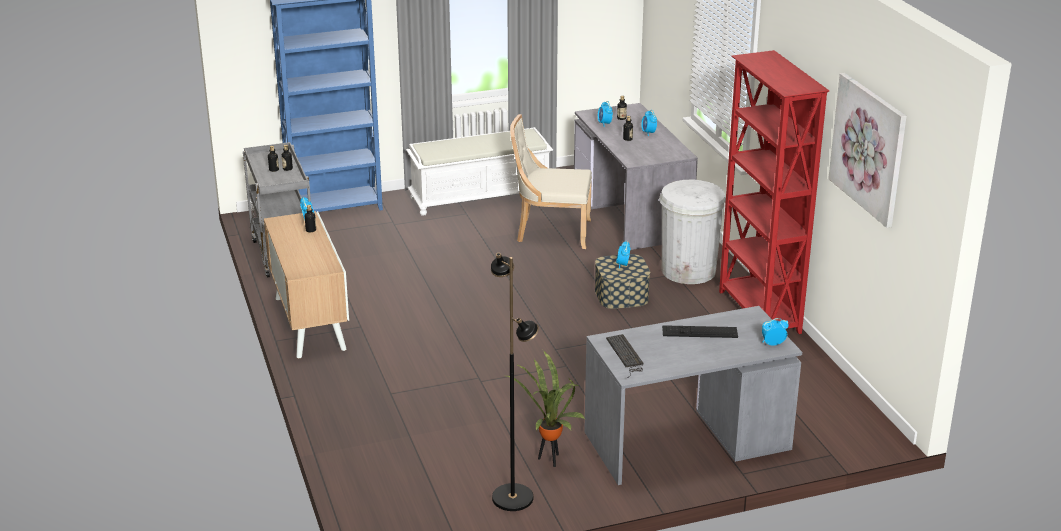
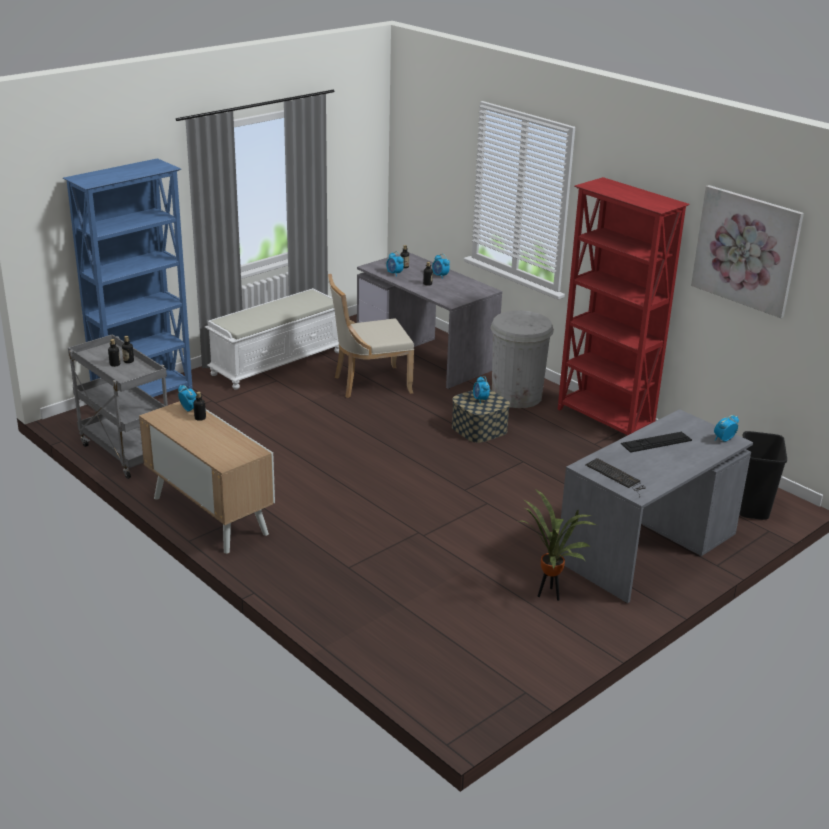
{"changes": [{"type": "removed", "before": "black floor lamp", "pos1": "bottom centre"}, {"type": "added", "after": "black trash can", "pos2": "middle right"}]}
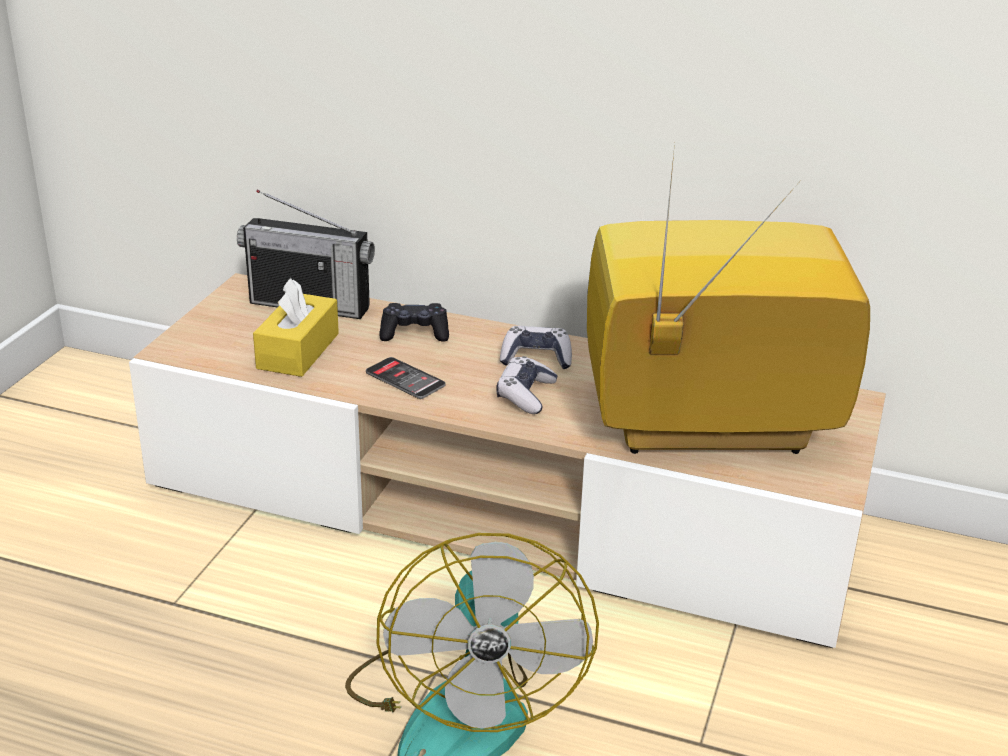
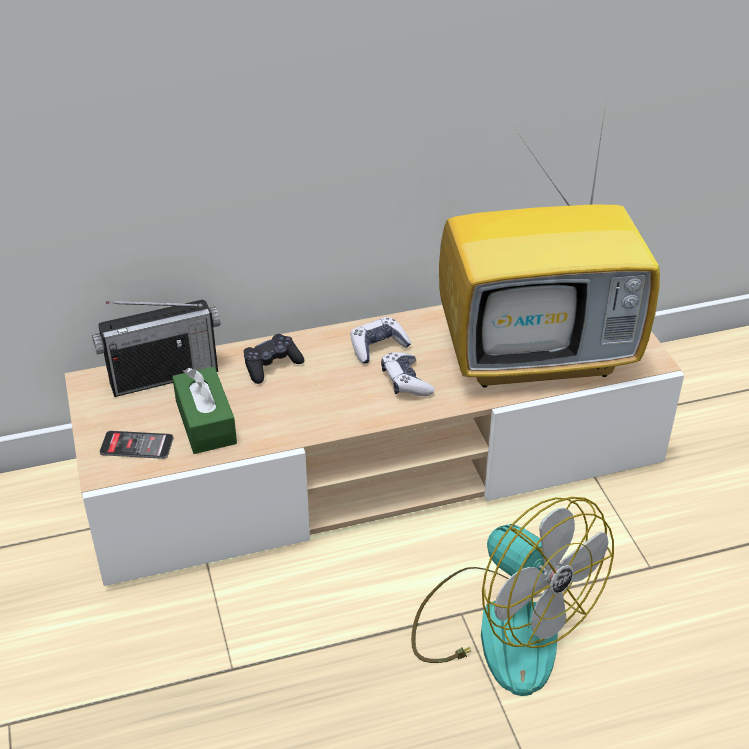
{"changes": [{"type": "recoloured", "before": "yellow tissue box", "after": "green tissue box", "pos1": "middle left", "pos2": "middle left"}, {"type": "moved", "before": "phone", "pos1": "centre", "pos2": "middle left"}, {"type": "turned", "before": "television", "pos1": "middle right", "pos2": "top right", "turn": -150}]}
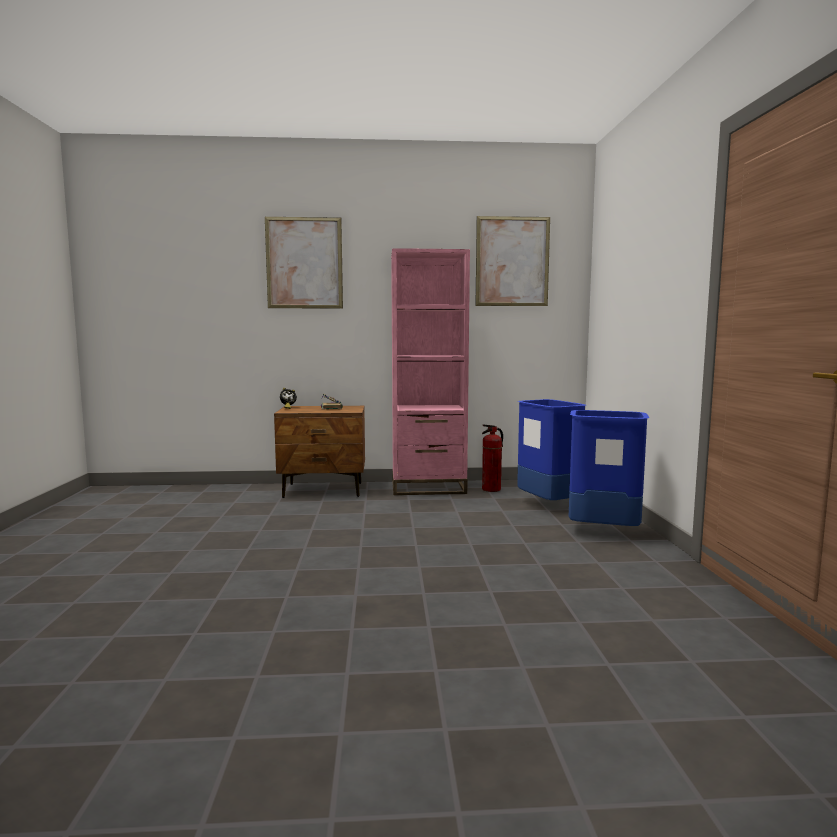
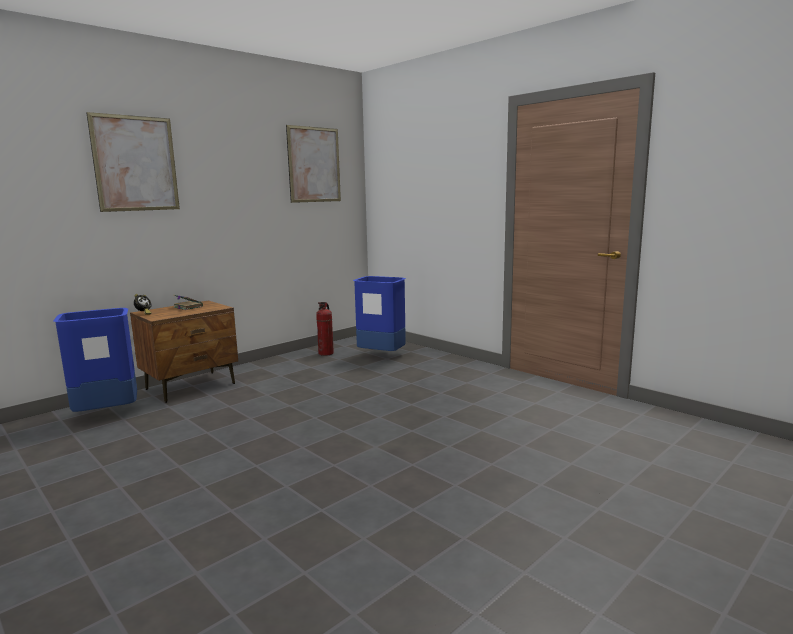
{"changes": [{"type": "removed", "before": "pink bookcase", "pos1": "centre"}, {"type": "moved", "before": "blue trash can (2nd from left in the first image)", "after": "blue trash can (1st from left)", "pos1": "middle right", "pos2": "middle left"}]}
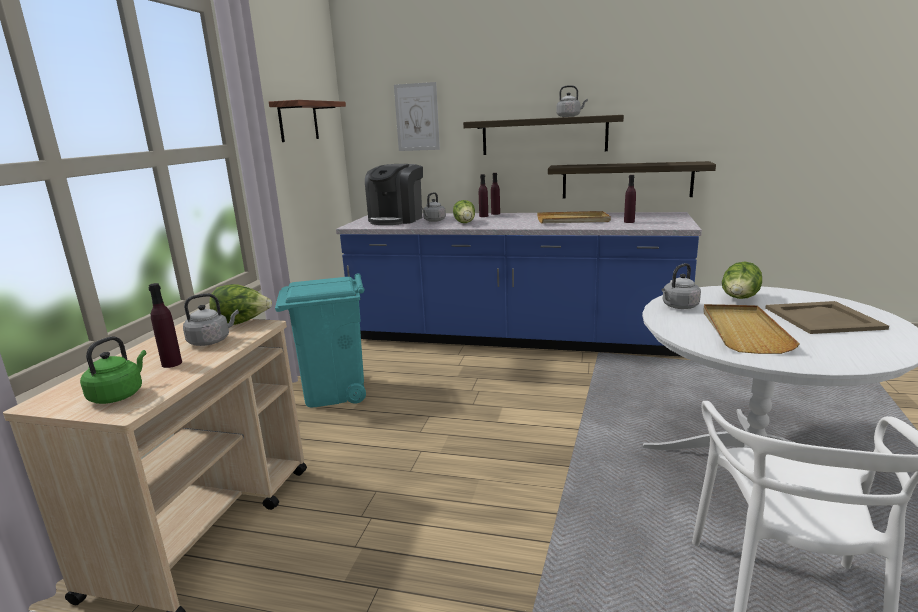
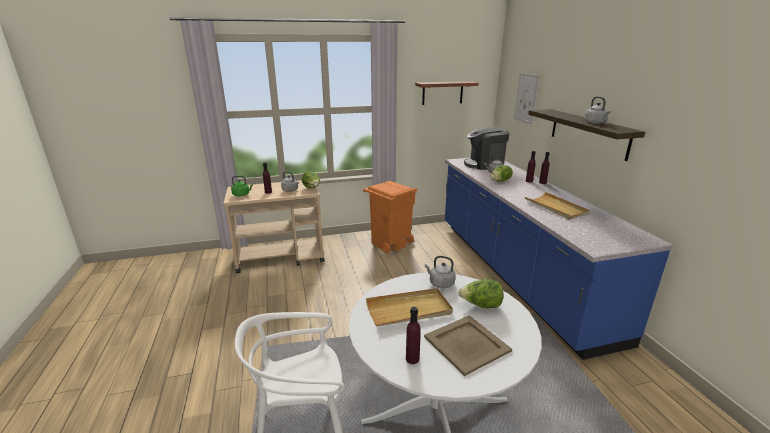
{"changes": [{"type": "recoloured", "before": "turquoise trash can", "after": "orange trash can", "pos1": "centre", "pos2": "centre"}, {"type": "removed", "before": "shelf (3rd from left)", "pos1": "top right"}, {"type": "moved", "before": "purple bottle (4th from left in the first image)", "after": "purple bottle (2nd from left)", "pos1": "top right", "pos2": "bottom centre"}]}
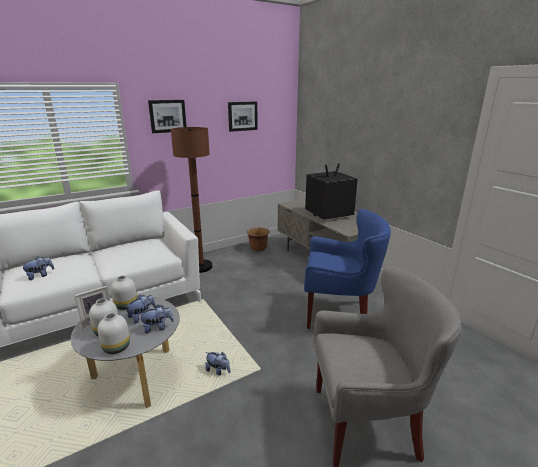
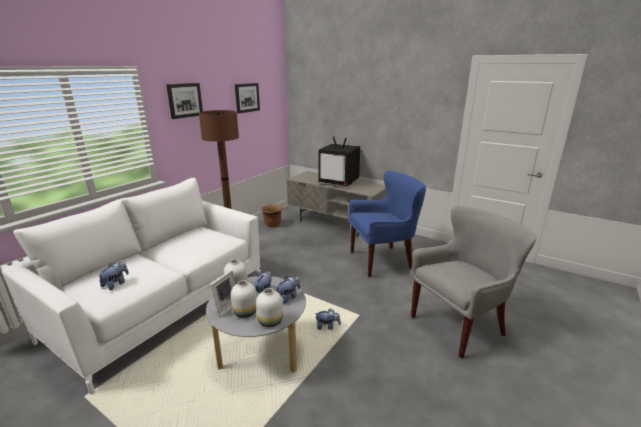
{"changes": [{"type": "turned", "before": "television", "pos1": "centre", "pos2": "centre", "turn": -105}]}
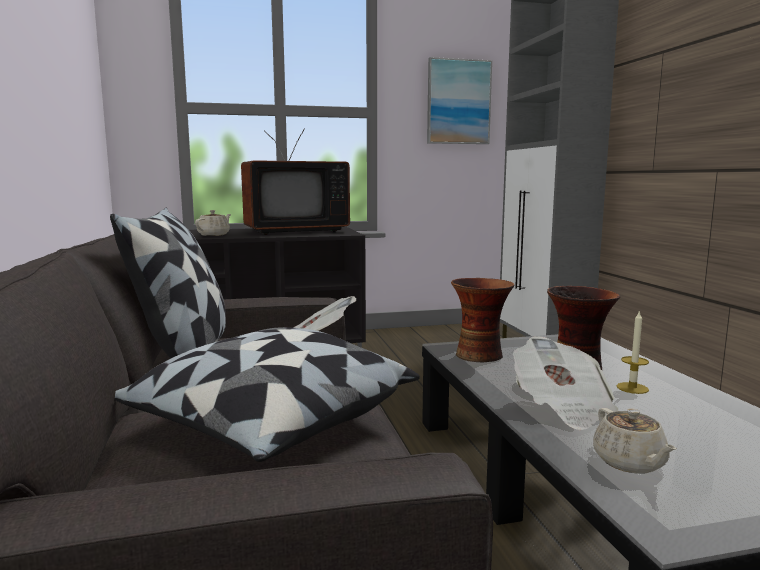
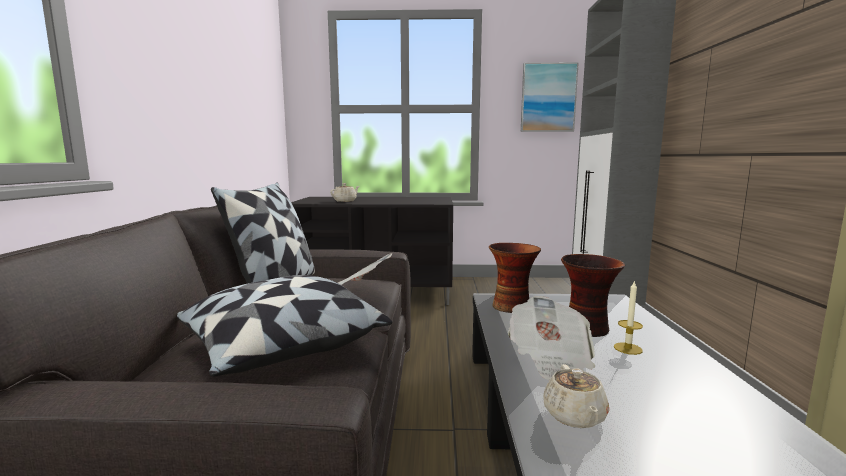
{"changes": [{"type": "removed", "before": "television", "pos1": "top centre"}]}
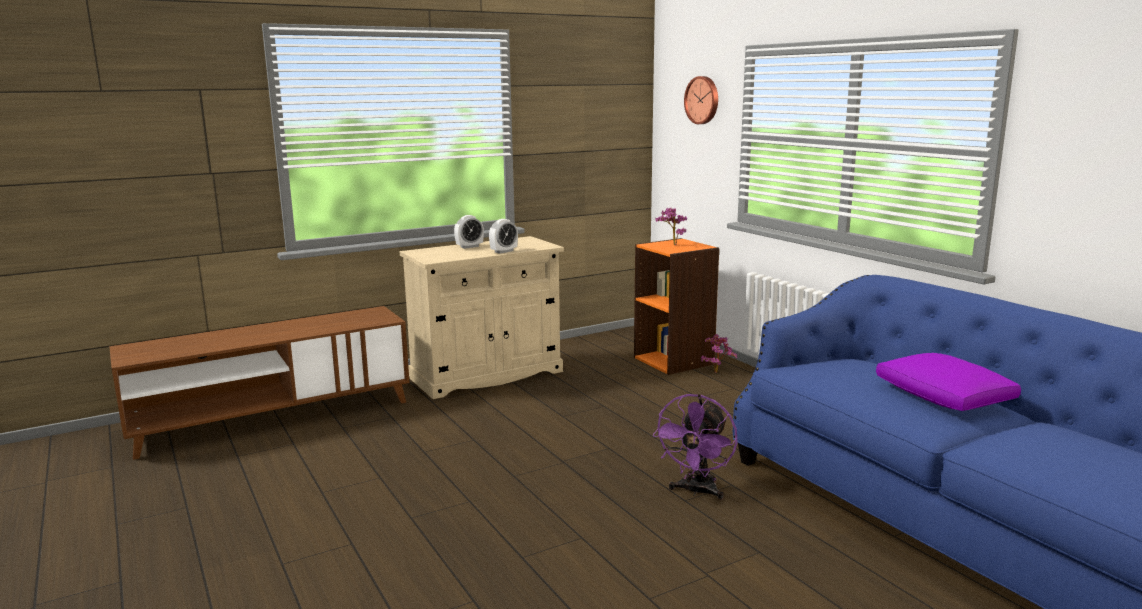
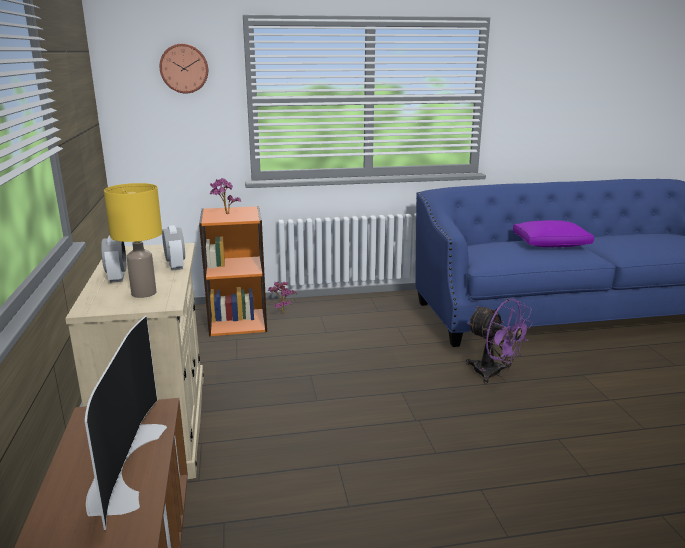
{"changes": [{"type": "added", "after": "television", "pos2": "bottom left"}, {"type": "added", "after": "yellow table lamp", "pos2": "middle left"}]}
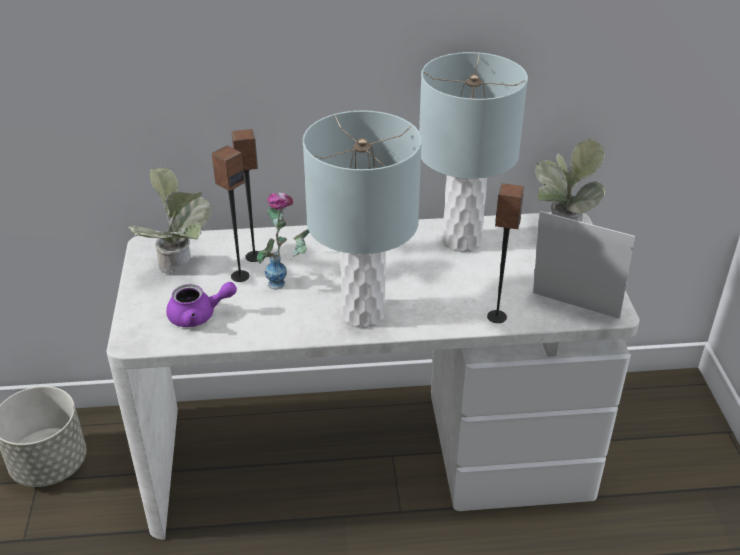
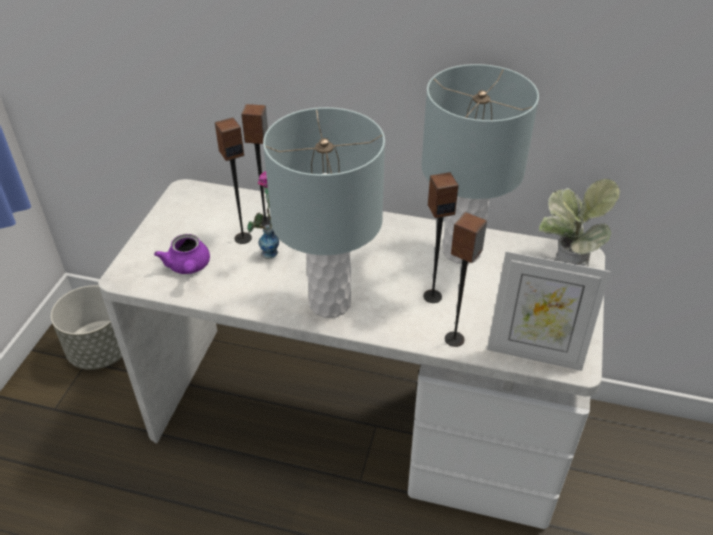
{"changes": [{"type": "removed", "before": "potted plant (1st from left)", "pos1": "middle left"}, {"type": "turned", "before": "purple teapot", "pos1": "middle left", "pos2": "middle left", "turn": 60}, {"type": "turned", "before": "picture frame", "pos1": "middle right", "pos2": "middle right", "turn": 150}, {"type": "added", "after": "speaker (3rd from left)", "pos2": "centre"}]}
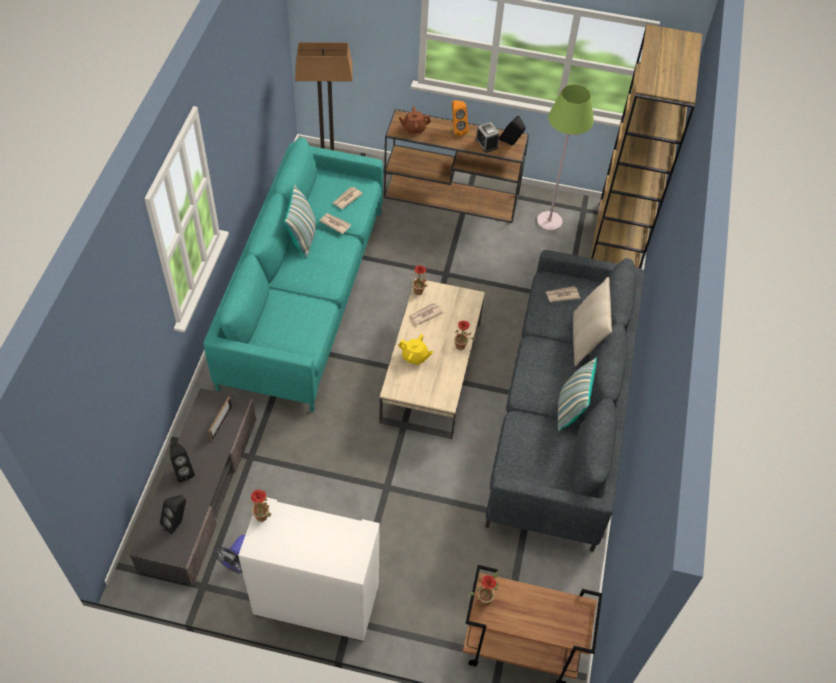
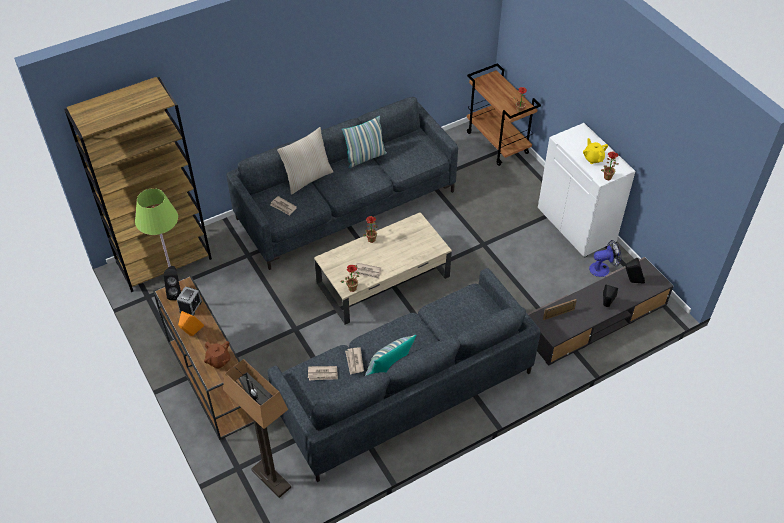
{"changes": [{"type": "recoloured", "before": "turquoise sofa", "after": "grey sofa (2nd from left)", "pos1": "centre", "pos2": "bottom centre"}, {"type": "moved", "before": "yellow teapot", "pos1": "centre", "pos2": "top right"}]}
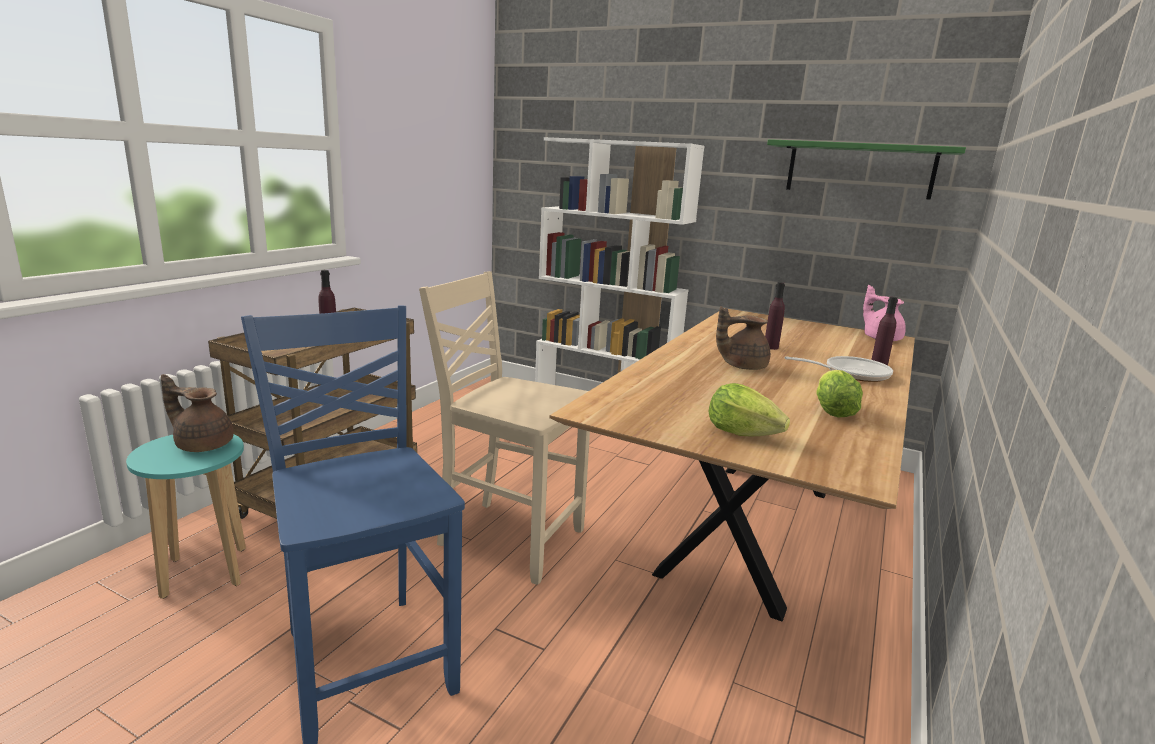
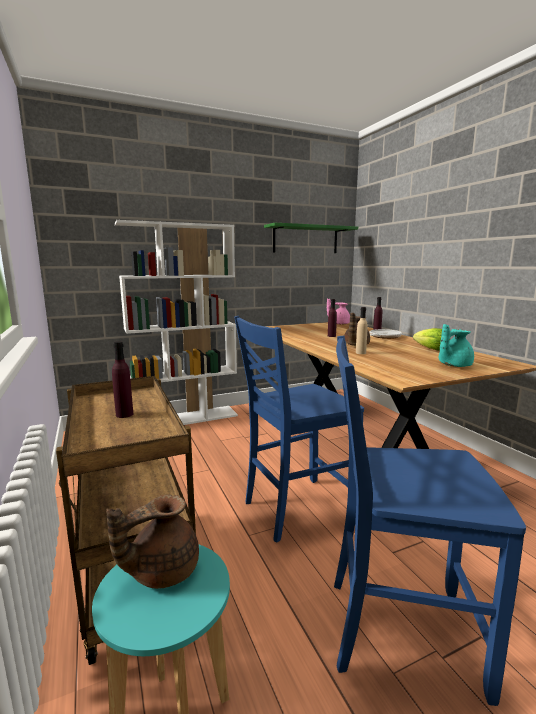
{"changes": [{"type": "recoloured", "before": "beige chair", "after": "blue chair (1st from left)", "pos1": "centre", "pos2": "centre"}, {"type": "replaced", "before": "lettuce (1st from left)", "after": "turquoise teapot", "pos1": "centre", "pos2": "middle right"}, {"type": "added", "after": "beige bottle", "pos2": "middle right"}]}
